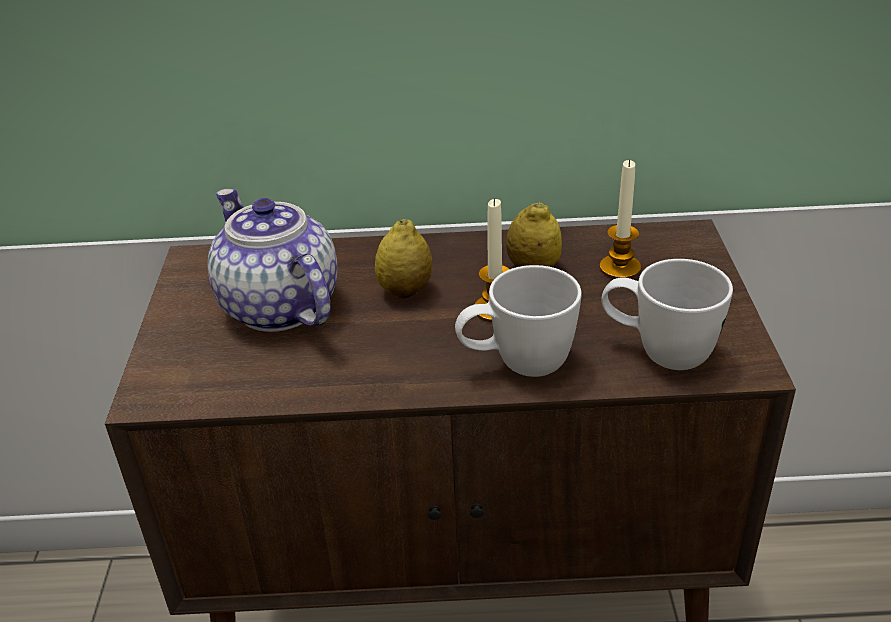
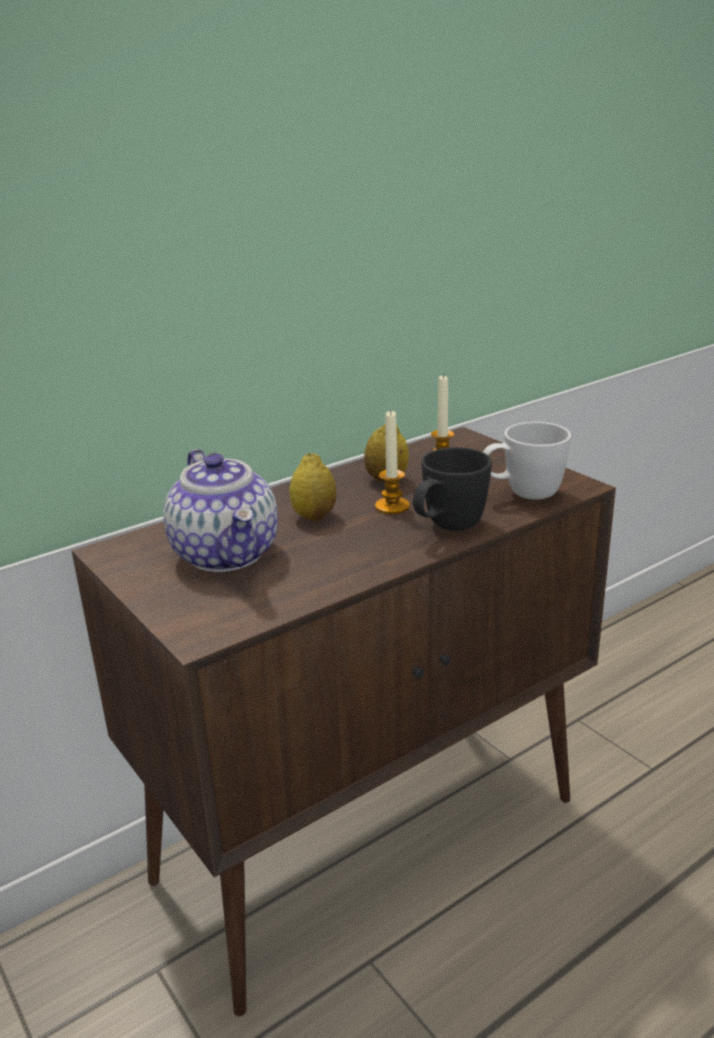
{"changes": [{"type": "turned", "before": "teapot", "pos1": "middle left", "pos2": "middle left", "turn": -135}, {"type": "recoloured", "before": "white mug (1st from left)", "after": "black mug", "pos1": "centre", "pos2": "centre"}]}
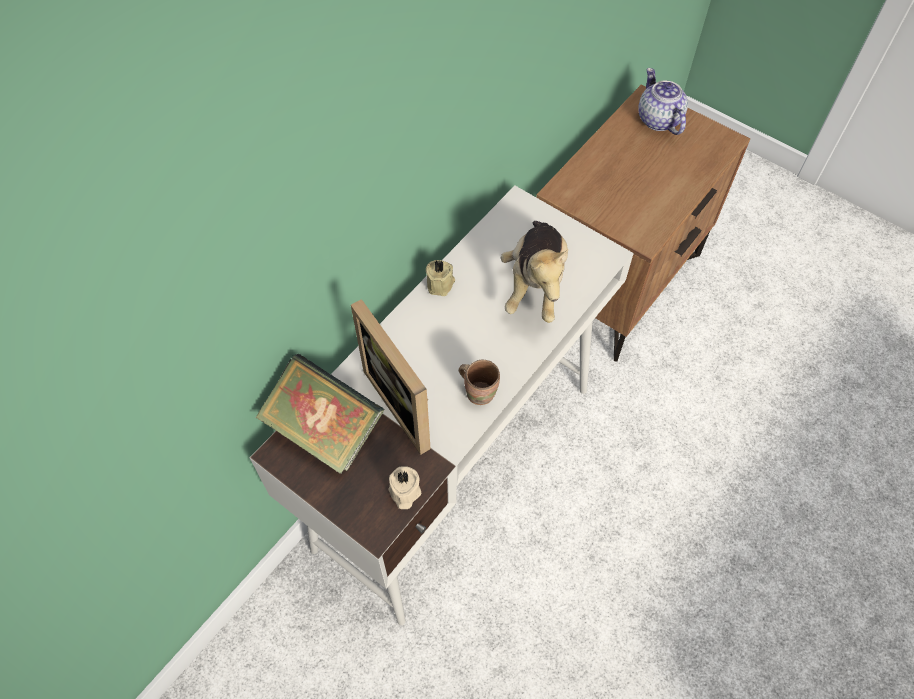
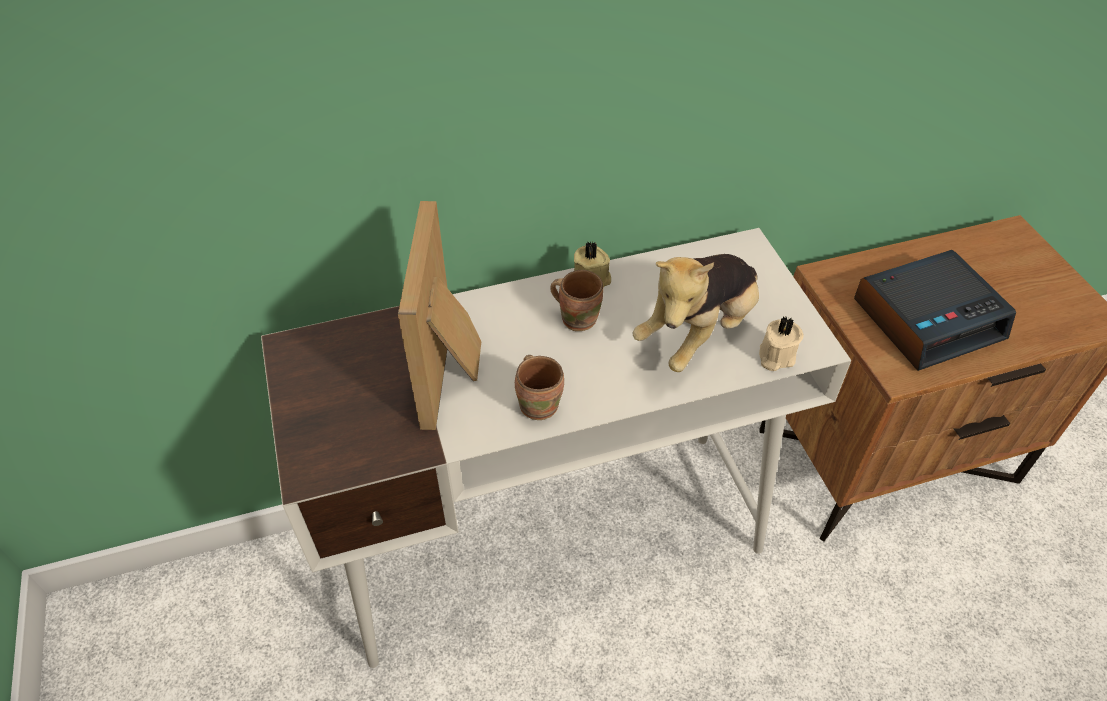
{"changes": [{"type": "removed", "before": "book", "pos1": "centre"}, {"type": "moved", "before": "beige candle (1st from left in the first image)", "after": "beige candle (2nd from left)", "pos1": "bottom centre", "pos2": "middle right"}, {"type": "removed", "before": "teapot", "pos1": "top right"}, {"type": "added", "after": "brown mug (2nd from left)", "pos2": "centre"}, {"type": "added", "after": "alarm clock", "pos2": "middle right"}]}
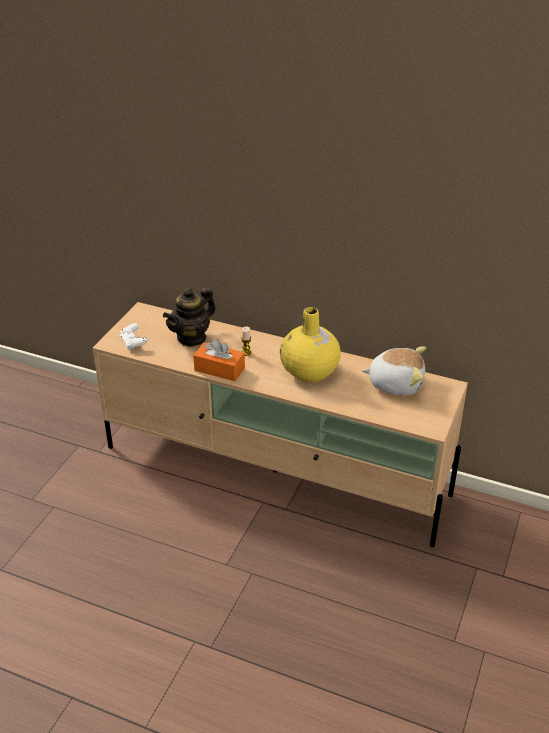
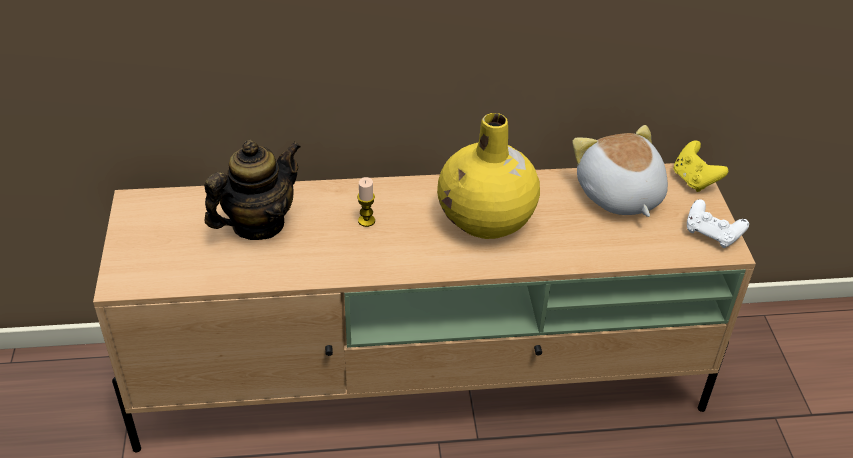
{"changes": [{"type": "moved", "before": "white game controller", "pos1": "middle left", "pos2": "middle right"}, {"type": "turned", "before": "teapot", "pos1": "centre", "pos2": "middle left", "turn": -150}, {"type": "removed", "before": "orange tissue box", "pos1": "centre"}, {"type": "turned", "before": "plush toy", "pos1": "middle right", "pos2": "middle right", "turn": -90}, {"type": "added", "after": "yellow game controller", "pos2": "middle right"}]}
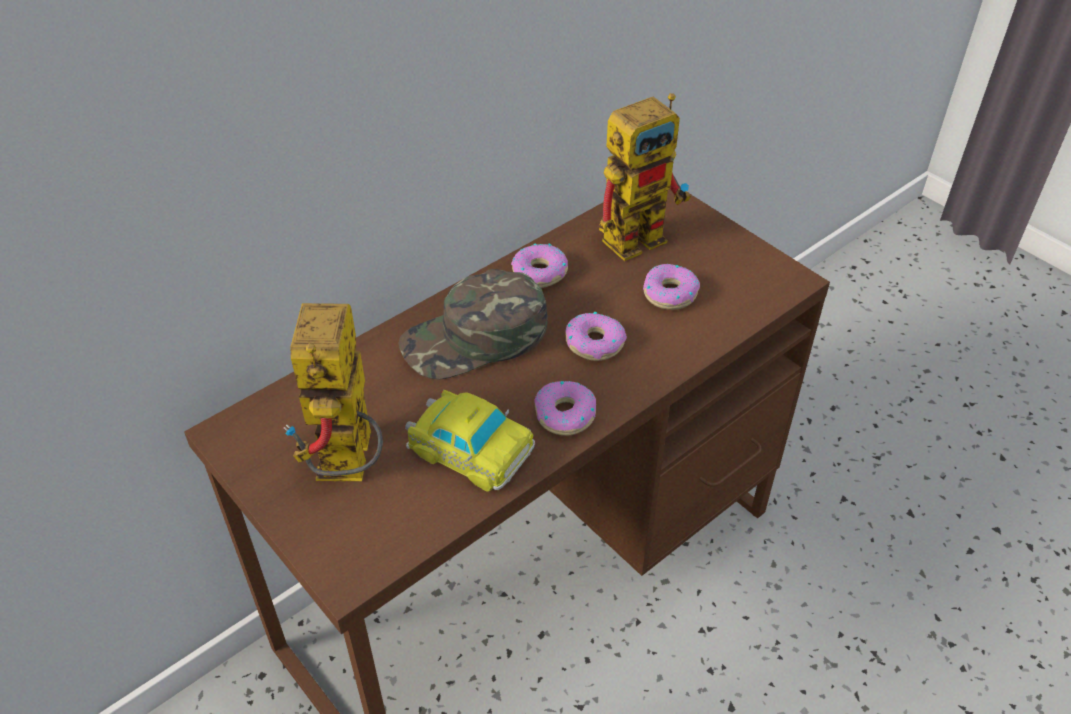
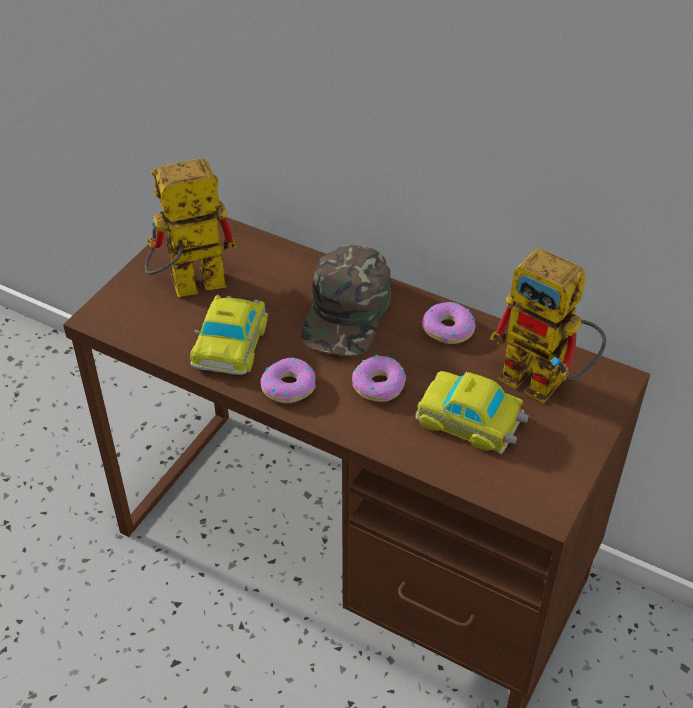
{"changes": [{"type": "turned", "before": "green cap", "pos1": "centre", "pos2": "centre", "turn": -120}, {"type": "replaced", "before": "donut (4th from left)", "after": "toy car (2nd from left)", "pos1": "centre", "pos2": "middle right"}]}
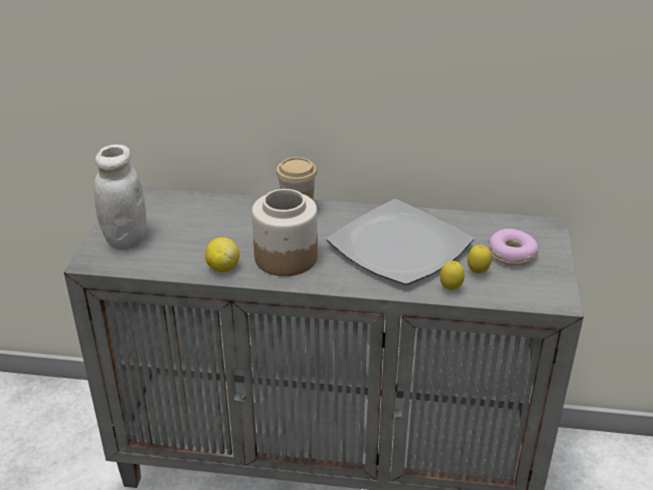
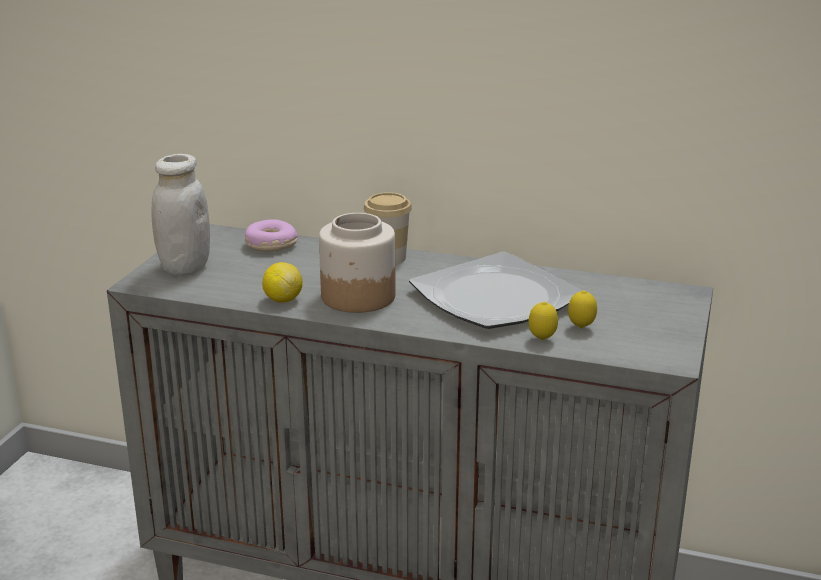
{"changes": [{"type": "moved", "before": "donut", "pos1": "middle right", "pos2": "middle left"}]}
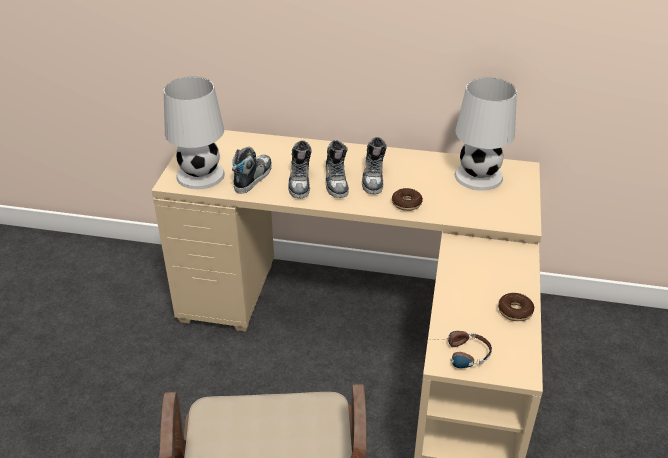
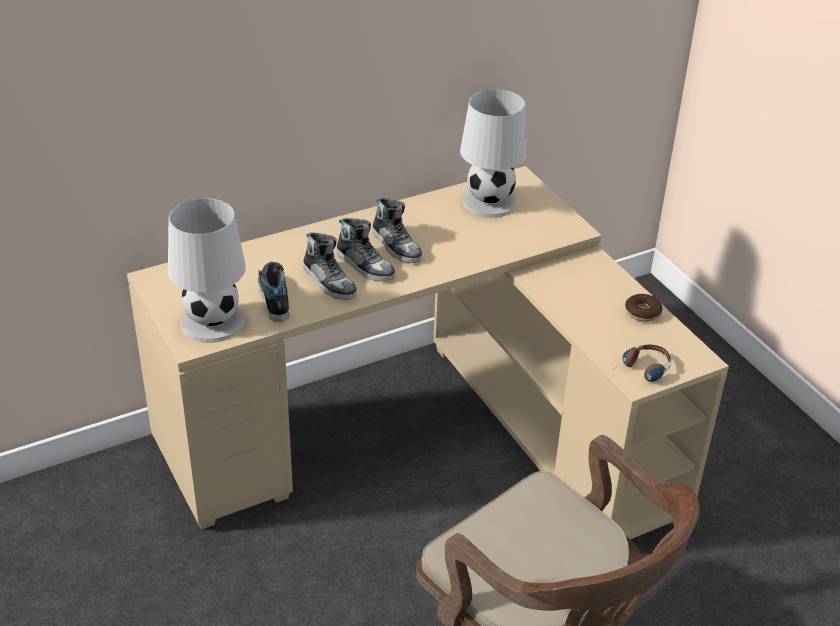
{"changes": [{"type": "removed", "before": "donut (1st from left)", "pos1": "centre"}]}
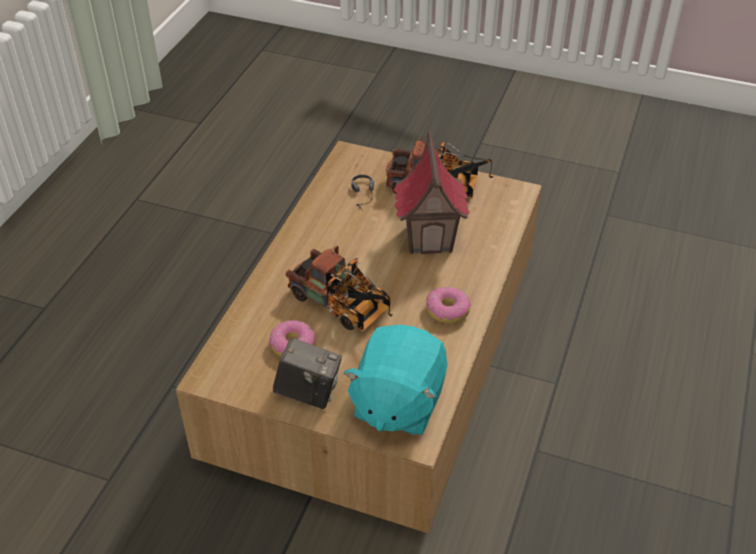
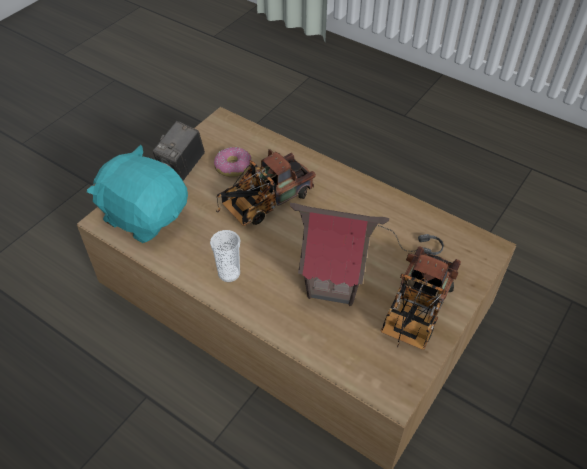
{"changes": [{"type": "replaced", "before": "donut (2nd from left)", "after": "cup", "pos1": "centre", "pos2": "centre"}]}
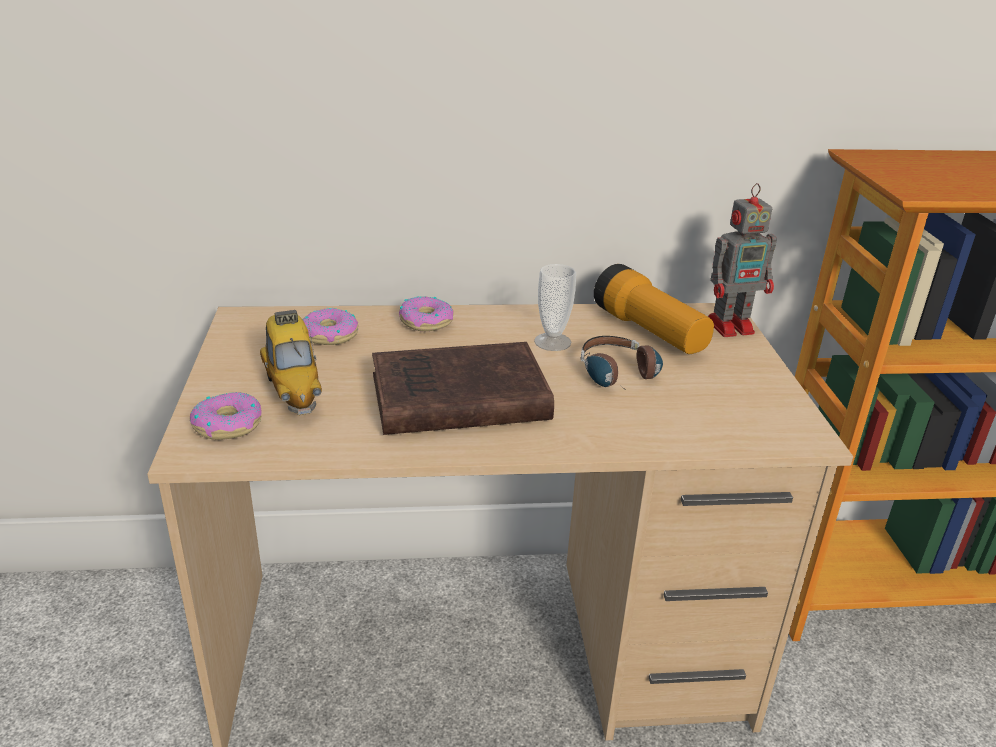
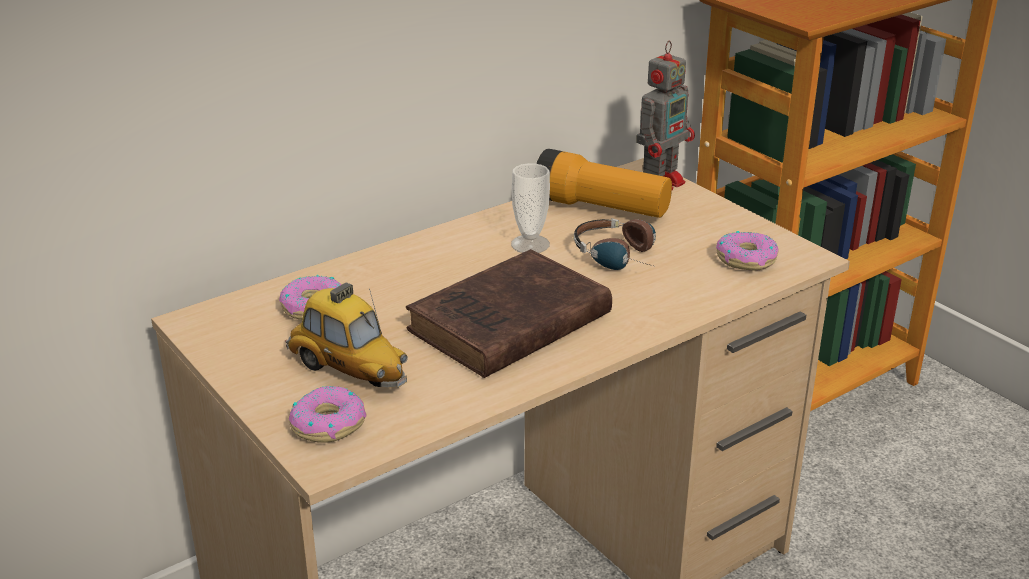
{"changes": [{"type": "moved", "before": "donut (3rd from left)", "pos1": "centre", "pos2": "middle right"}]}
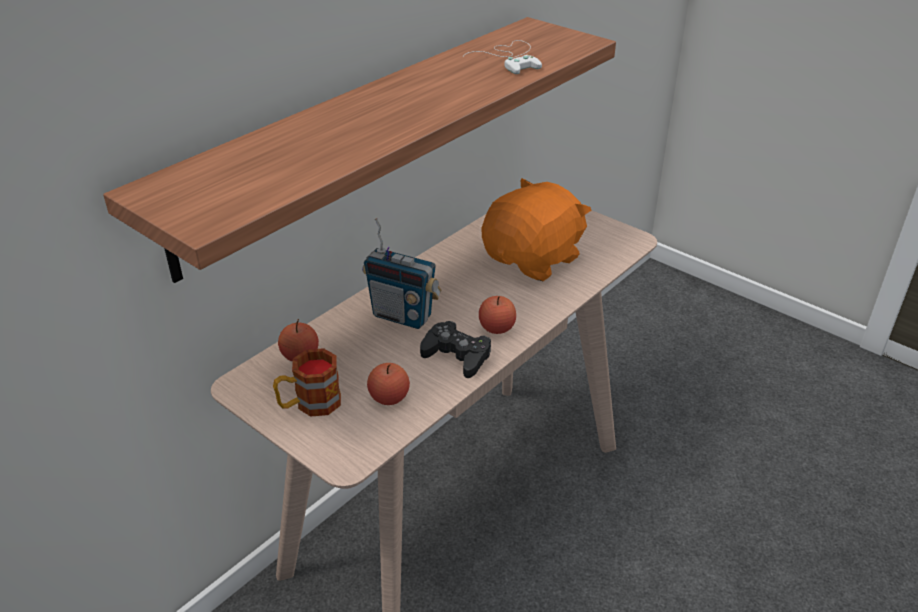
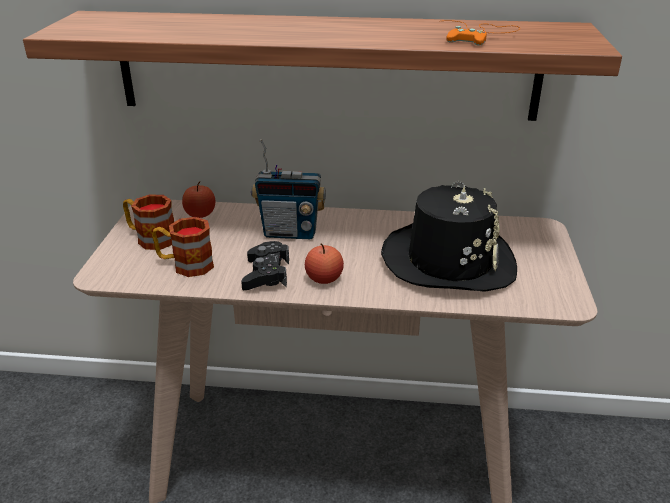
{"changes": [{"type": "turned", "before": "radio", "pos1": "centre", "pos2": "centre", "turn": -75}, {"type": "replaced", "before": "apple (2nd from left)", "after": "mug (2nd from left)", "pos1": "centre", "pos2": "middle left"}, {"type": "recoloured", "before": "white game controller", "after": "orange game controller", "pos1": "top centre", "pos2": "top right"}, {"type": "replaced", "before": "orange plush toy", "after": "black hat", "pos1": "centre", "pos2": "middle right"}]}
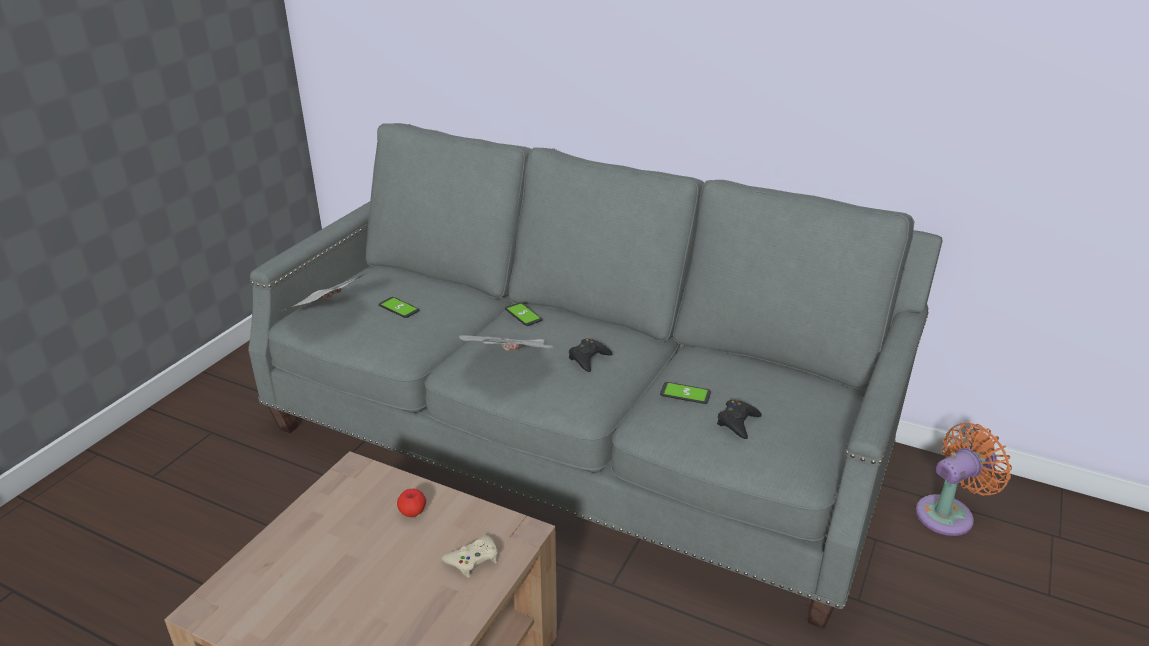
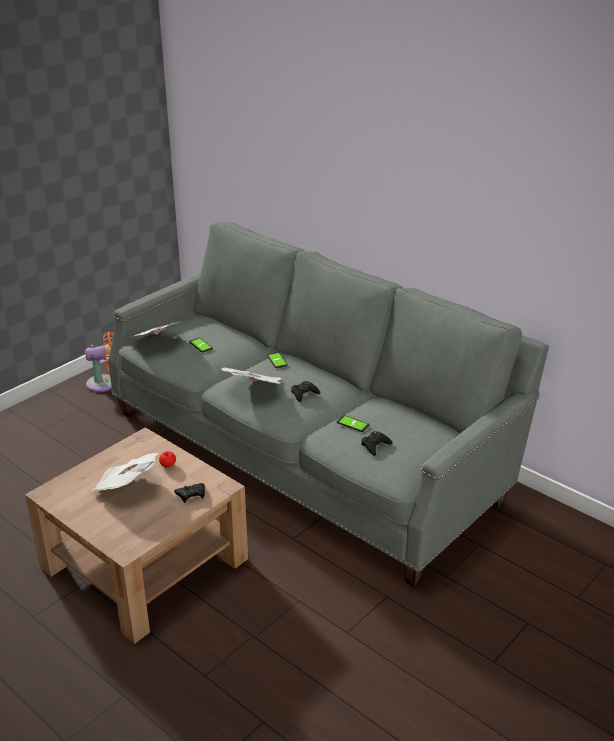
{"changes": [{"type": "recoloured", "before": "beige game controller", "after": "black game controller (1st from left)", "pos1": "bottom centre", "pos2": "middle left"}, {"type": "moved", "before": "orange fan", "pos1": "bottom right", "pos2": "middle left"}, {"type": "added", "after": "newspaper (1st from left)", "pos2": "middle left"}]}
